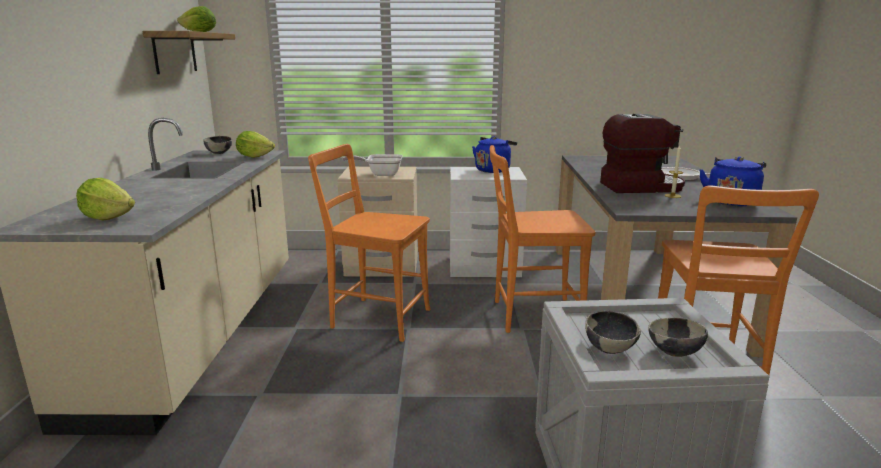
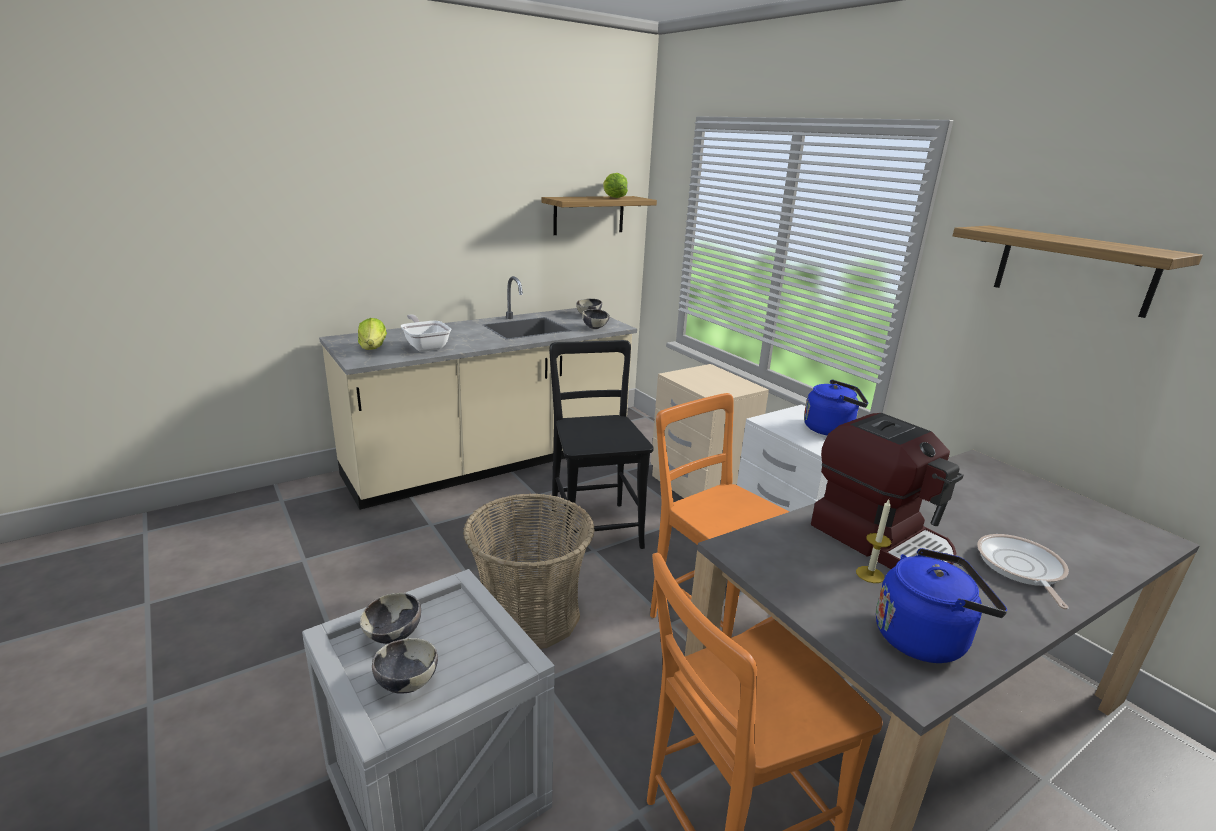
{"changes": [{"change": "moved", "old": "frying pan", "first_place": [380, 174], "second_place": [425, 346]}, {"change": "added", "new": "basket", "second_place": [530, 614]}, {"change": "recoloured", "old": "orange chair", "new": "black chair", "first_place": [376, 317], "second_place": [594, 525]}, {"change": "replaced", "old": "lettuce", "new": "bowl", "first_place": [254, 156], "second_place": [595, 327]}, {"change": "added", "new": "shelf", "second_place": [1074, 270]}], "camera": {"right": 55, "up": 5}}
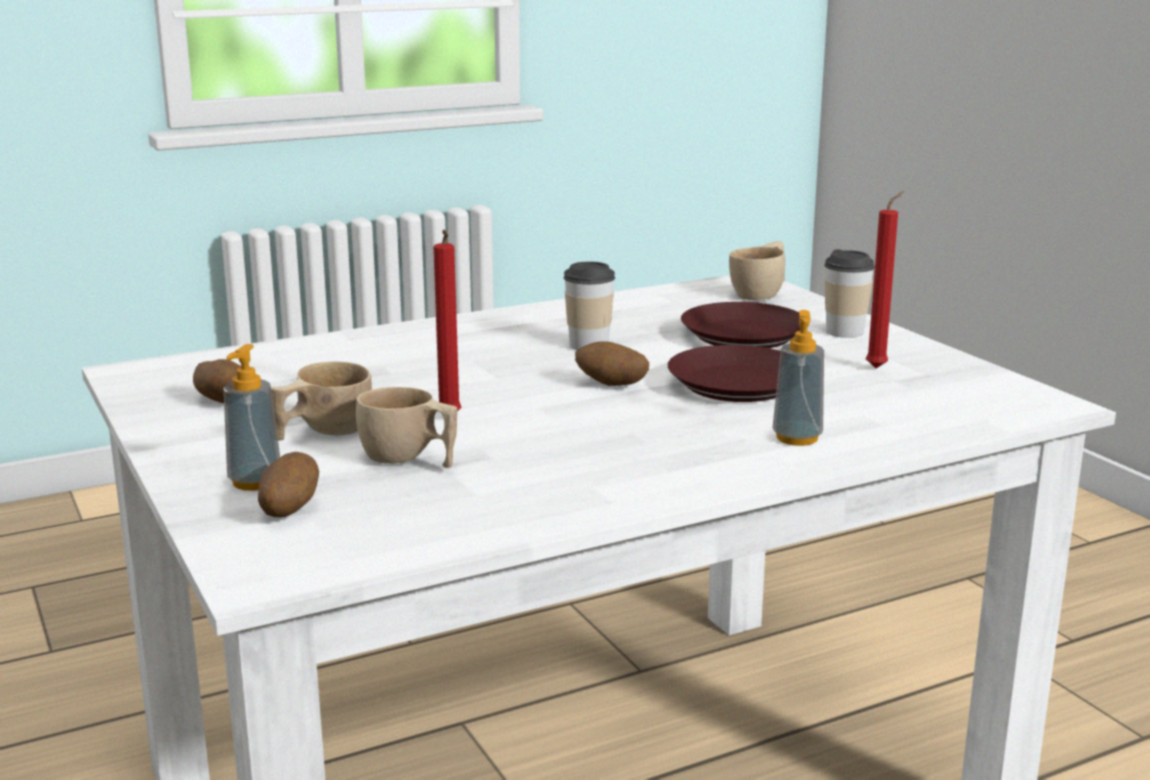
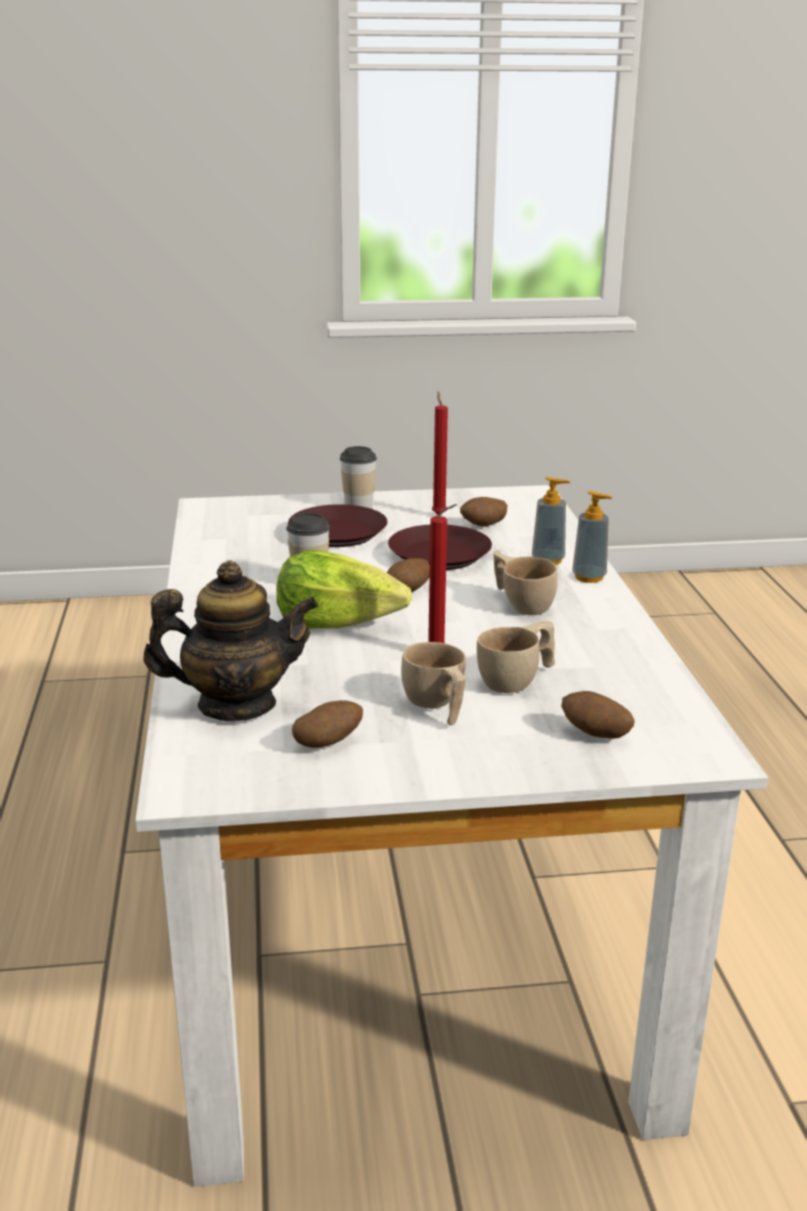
{"changes": [{"change": "added", "new": "teapot", "second_place": [236, 705]}, {"change": "added", "new": "lettuce", "second_place": [338, 623]}, {"change": "added", "new": "potato", "second_place": [483, 526]}, {"change": "moved", "old": "beige cup", "first_place": [762, 293], "second_place": [521, 603]}, {"change": "moved", "old": "soap dispenser", "first_place": [255, 482], "second_place": [589, 577]}], "camera": {"right": -70, "up": 5}}
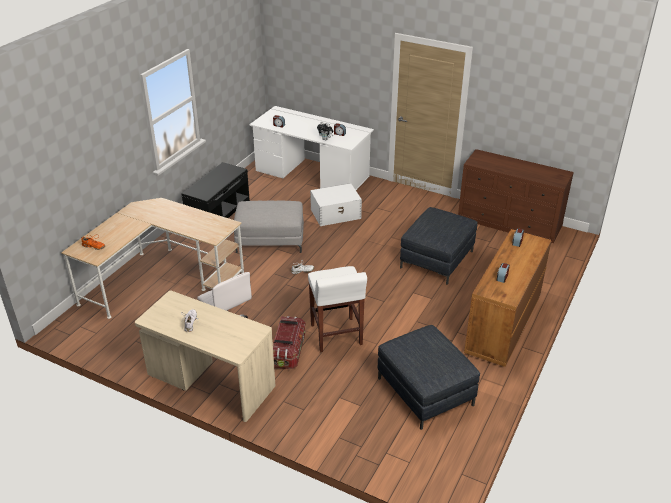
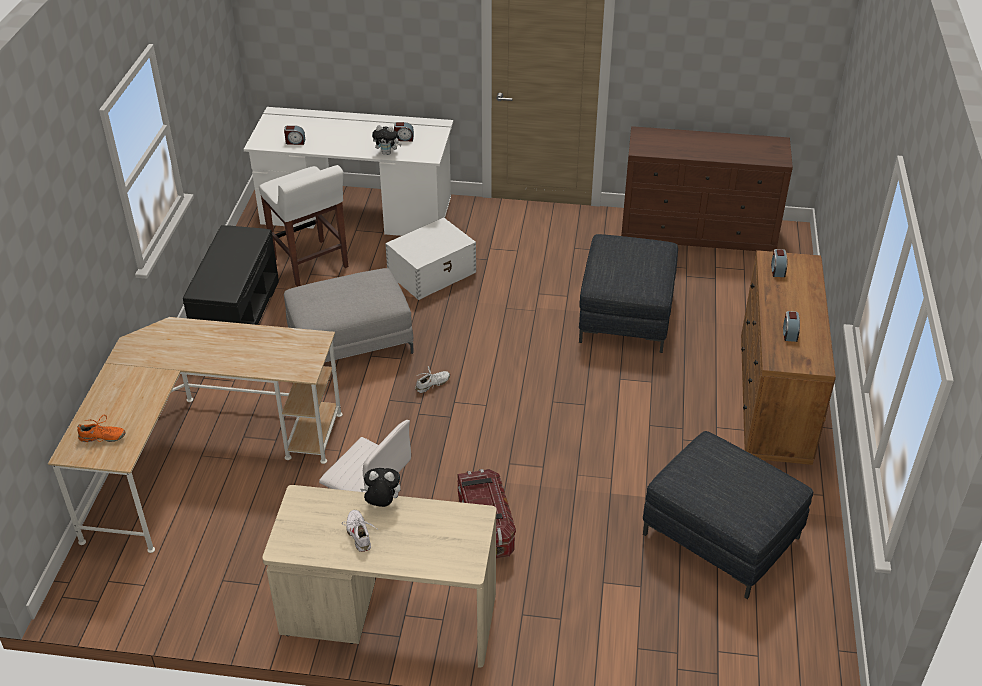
{"changes": [{"change": "moved", "old": "white stool", "first_place": [336, 335], "second_place": [310, 264]}, {"change": "added", "new": "plush toy", "second_place": [382, 503]}], "camera": {"right": -20, "up": 5}}
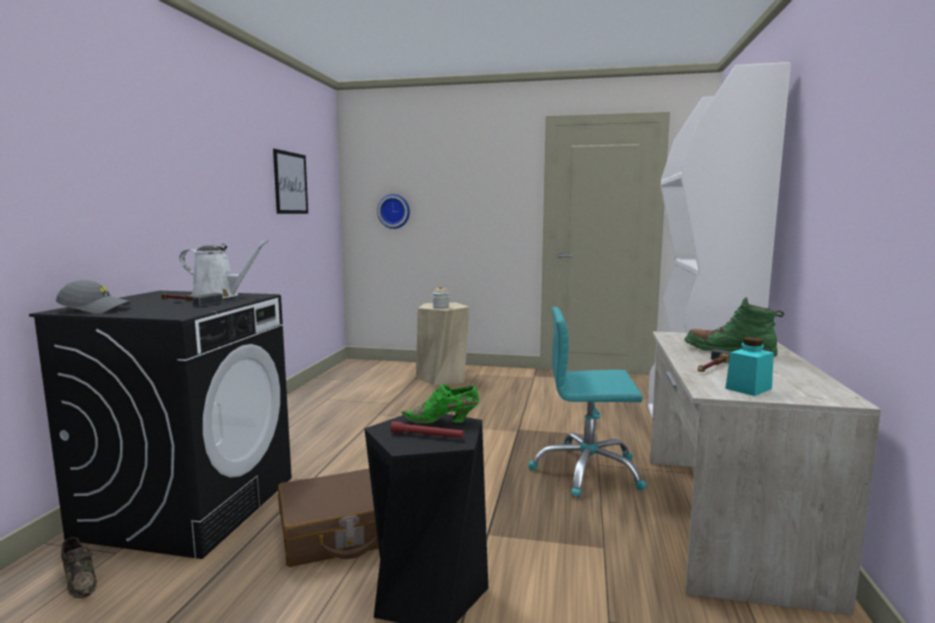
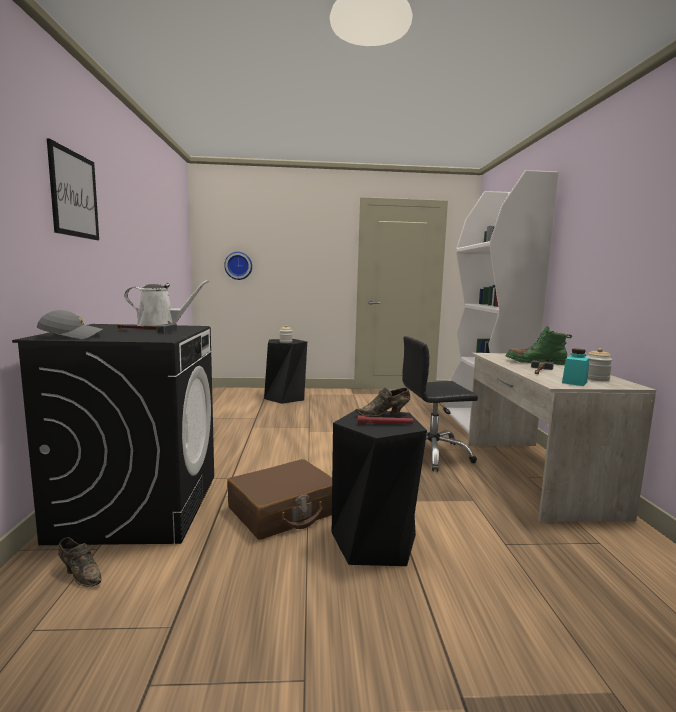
{"changes": [{"change": "moved", "old": "picture", "first_place": [290, 183], "second_place": [74, 194]}, {"change": "recoloured", "old": "beige stool", "new": "black stool", "first_place": [442, 377], "second_place": [285, 397]}, {"change": "recoloured", "old": "green shoe", "new": "brown shoe", "first_place": [443, 421], "second_place": [384, 415]}, {"change": "recoloured", "old": "turquoise office chair", "new": "black office chair", "first_place": [587, 471], "second_place": [432, 454]}, {"change": "added", "new": "jar", "second_place": [596, 379]}], "camera": {"right": -15, "up": 0}}
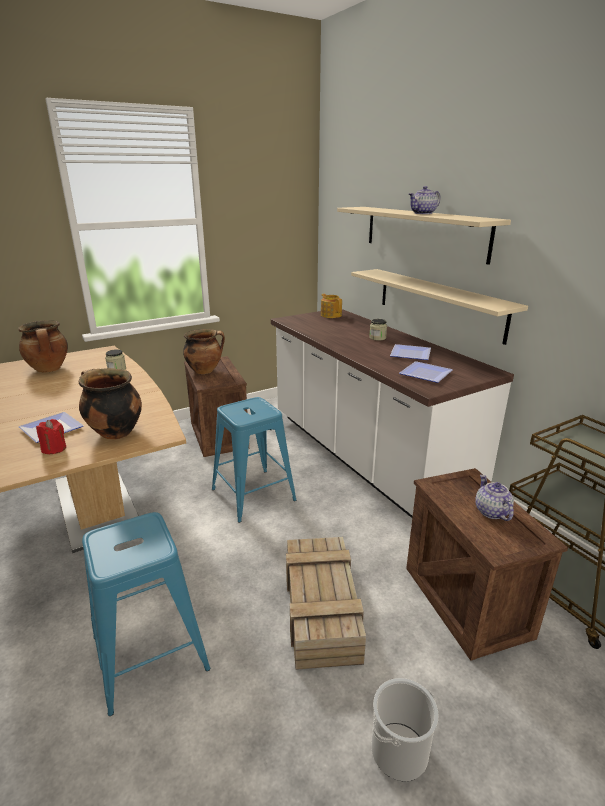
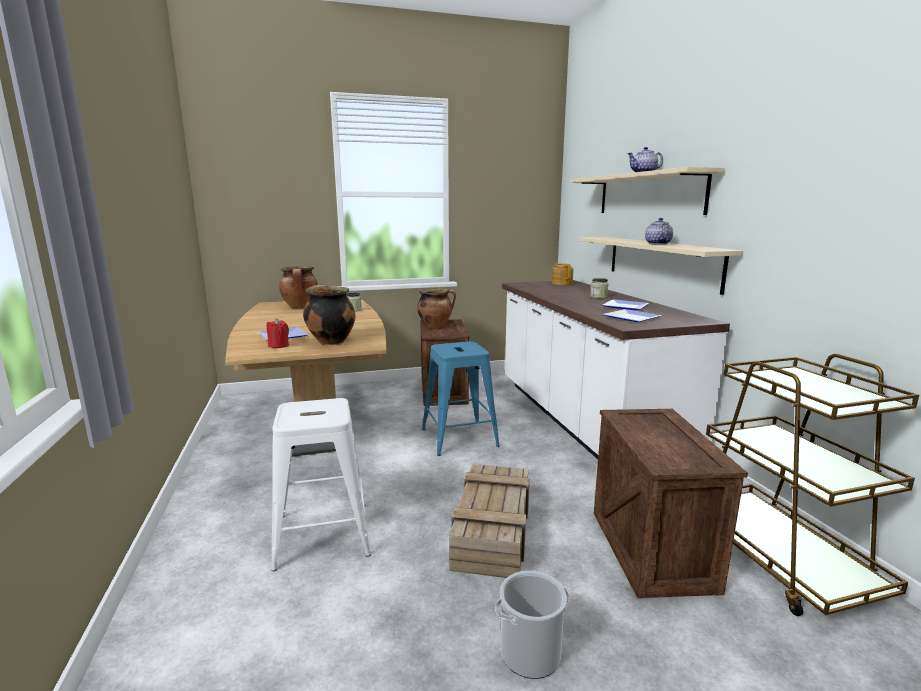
{"changes": [{"change": "recoloured", "old": "blue stool", "new": "white stool", "first_place": [150, 652], "second_place": [323, 534]}, {"change": "moved", "old": "teapot", "first_place": [491, 511], "second_place": [657, 244]}], "camera": {"right": 15, "up": -10}}
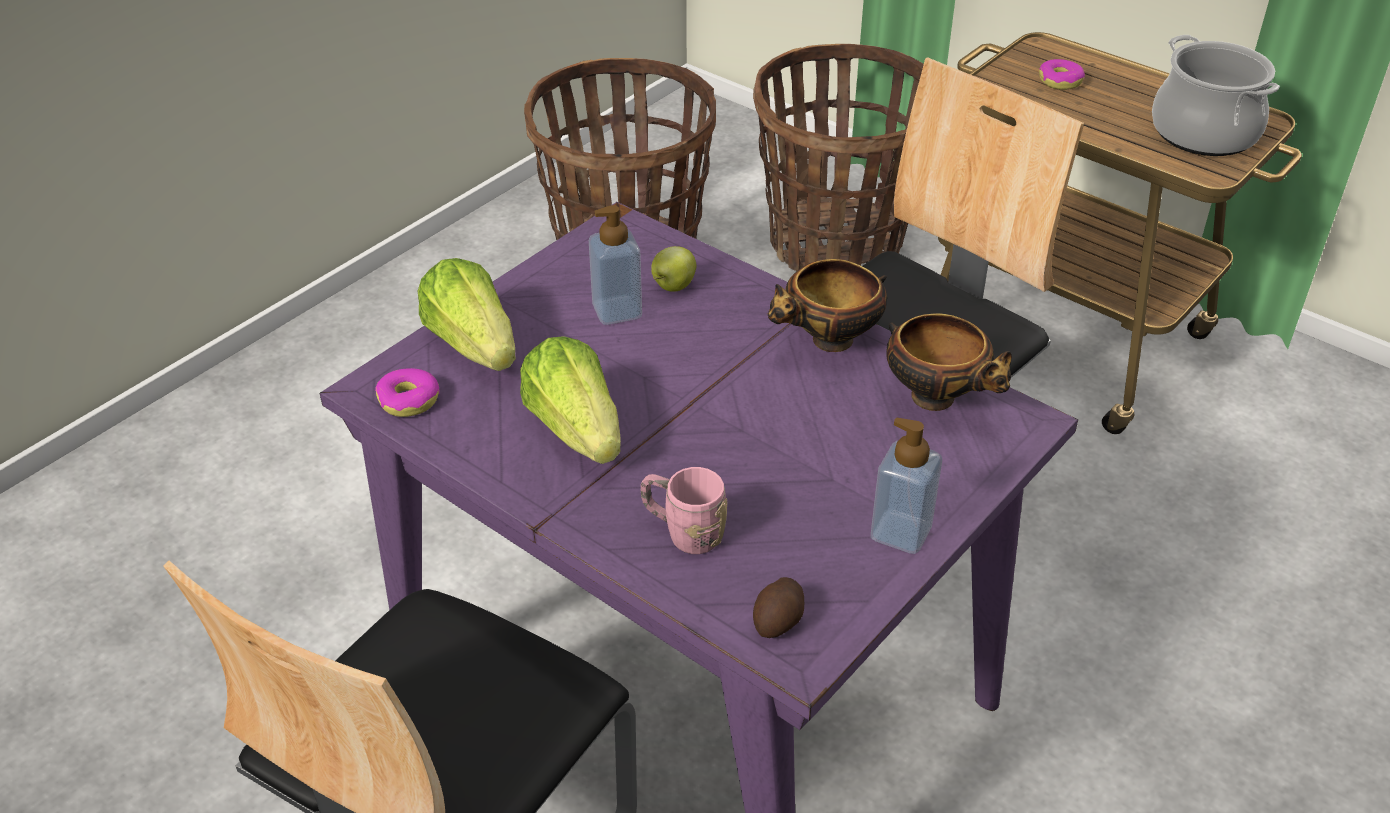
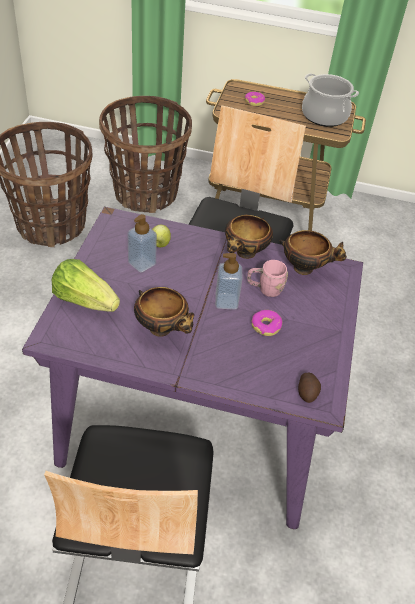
{"changes": [{"change": "replaced", "old": "lettuce", "new": "bowl", "first_place": [576, 429], "second_place": [162, 329]}, {"change": "moved", "old": "soap dispenser", "first_place": [901, 532], "second_place": [226, 301]}, {"change": "moved", "old": "pink mug", "first_place": [684, 532], "second_place": [265, 289]}, {"change": "moved", "old": "donut", "first_place": [409, 400], "second_place": [266, 326]}], "camera": {"right": -30, "up": 5}}
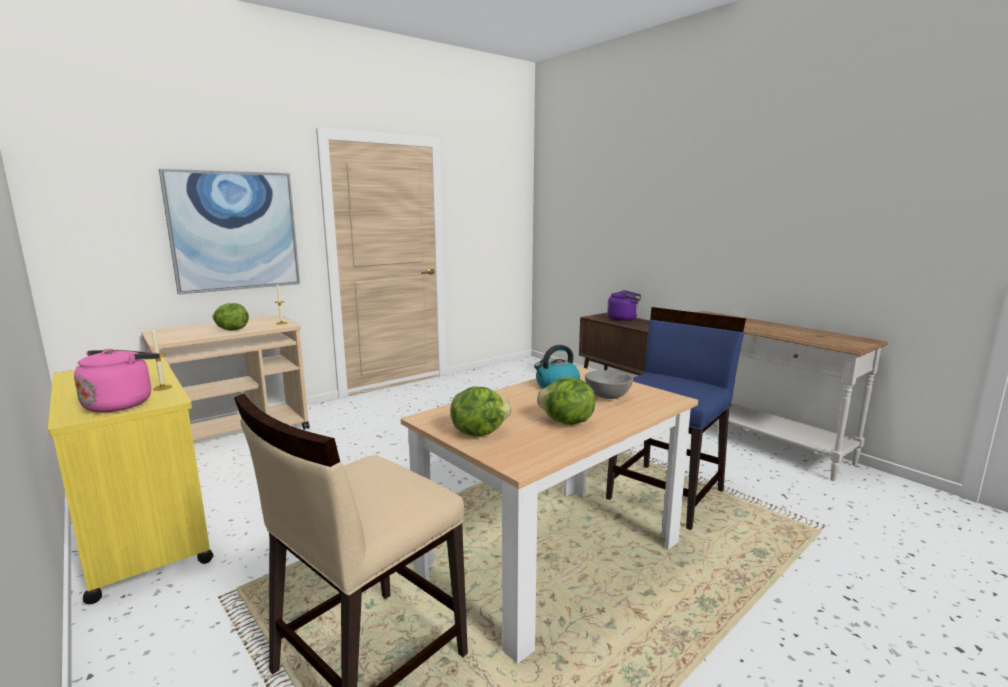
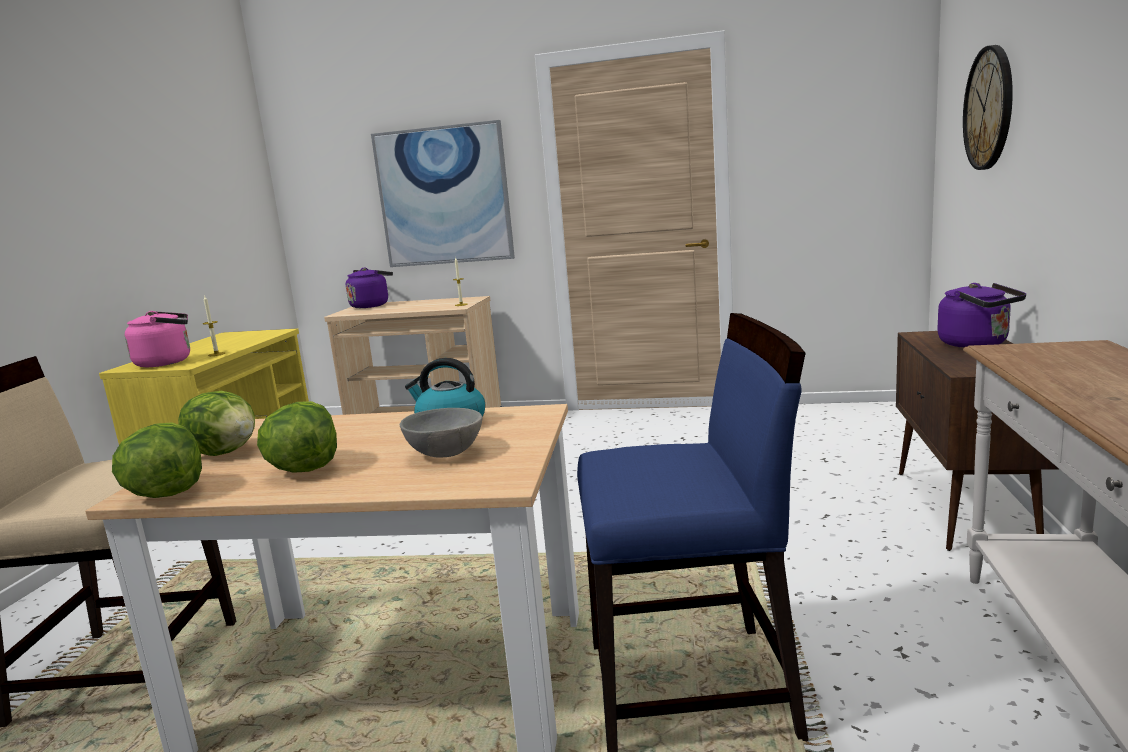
{"changes": [{"change": "moved", "old": "lettuce", "first_place": [231, 330], "second_place": [166, 494]}, {"change": "added", "new": "purple kettle", "second_place": [371, 305]}, {"change": "added", "new": "wall clock", "second_place": [989, 108]}], "camera": {"right": 50, "up": 0}}
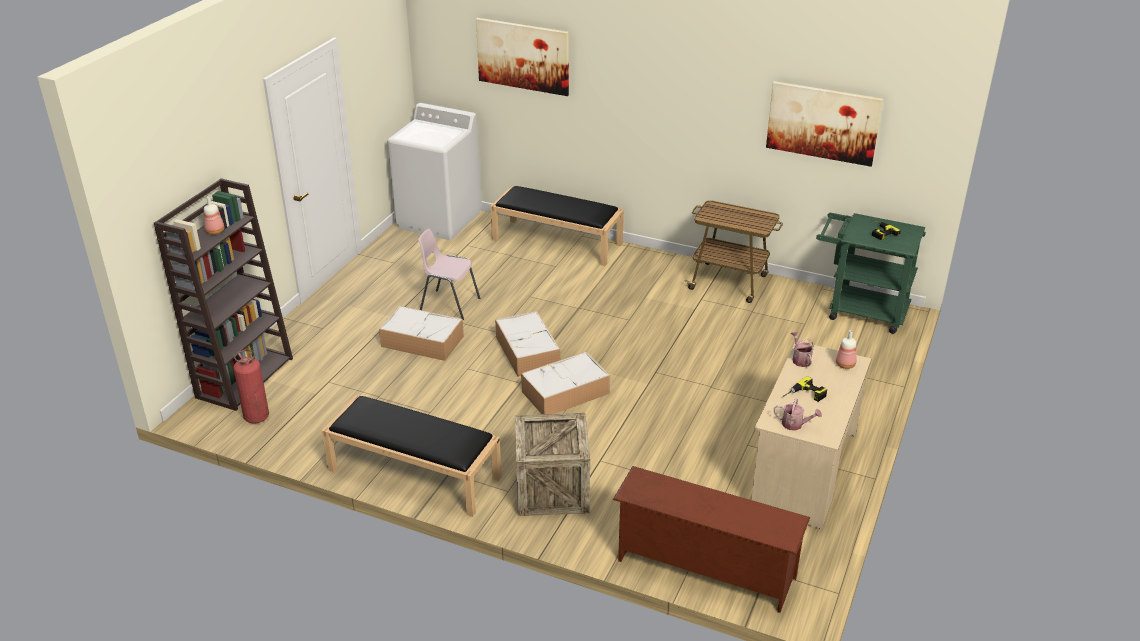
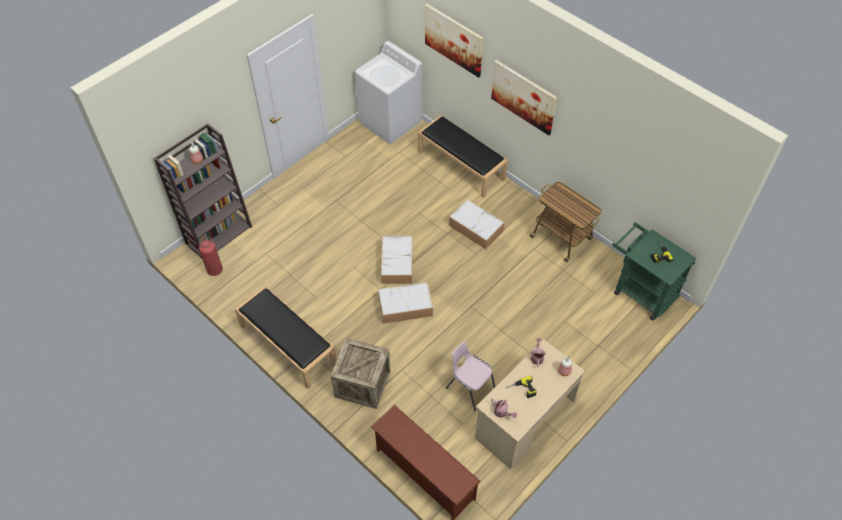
{"changes": [{"change": "moved", "old": "pink chair", "first_place": [449, 304], "second_place": [469, 387]}, {"change": "moved", "old": "storage box", "first_place": [423, 341], "second_place": [476, 228]}, {"change": "moved", "old": "picture", "first_place": [823, 123], "second_place": [523, 97]}], "camera": {"right": 20, "up": 20}}
